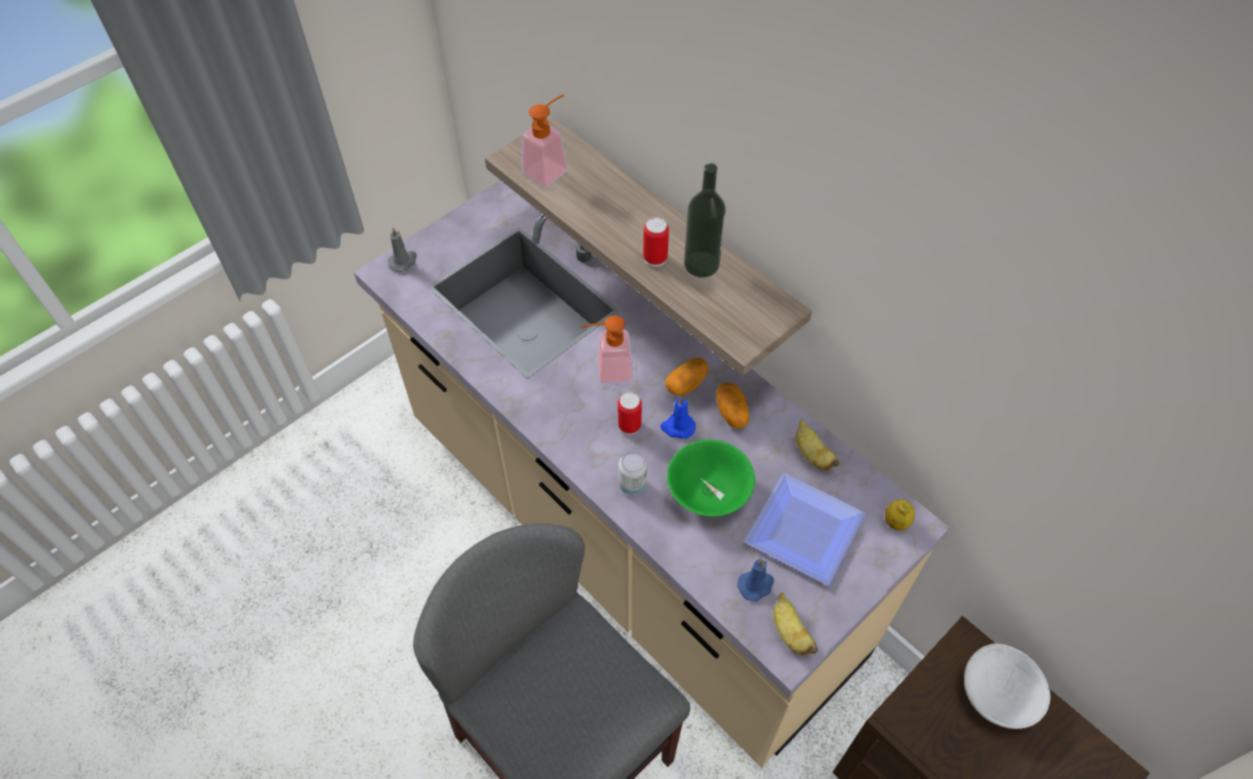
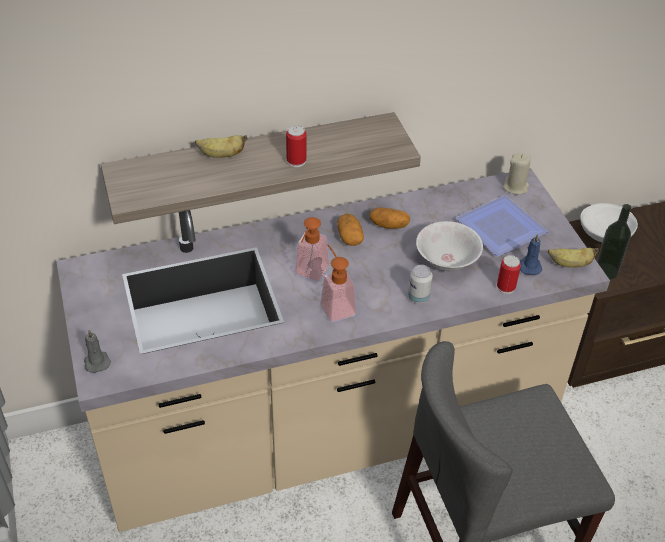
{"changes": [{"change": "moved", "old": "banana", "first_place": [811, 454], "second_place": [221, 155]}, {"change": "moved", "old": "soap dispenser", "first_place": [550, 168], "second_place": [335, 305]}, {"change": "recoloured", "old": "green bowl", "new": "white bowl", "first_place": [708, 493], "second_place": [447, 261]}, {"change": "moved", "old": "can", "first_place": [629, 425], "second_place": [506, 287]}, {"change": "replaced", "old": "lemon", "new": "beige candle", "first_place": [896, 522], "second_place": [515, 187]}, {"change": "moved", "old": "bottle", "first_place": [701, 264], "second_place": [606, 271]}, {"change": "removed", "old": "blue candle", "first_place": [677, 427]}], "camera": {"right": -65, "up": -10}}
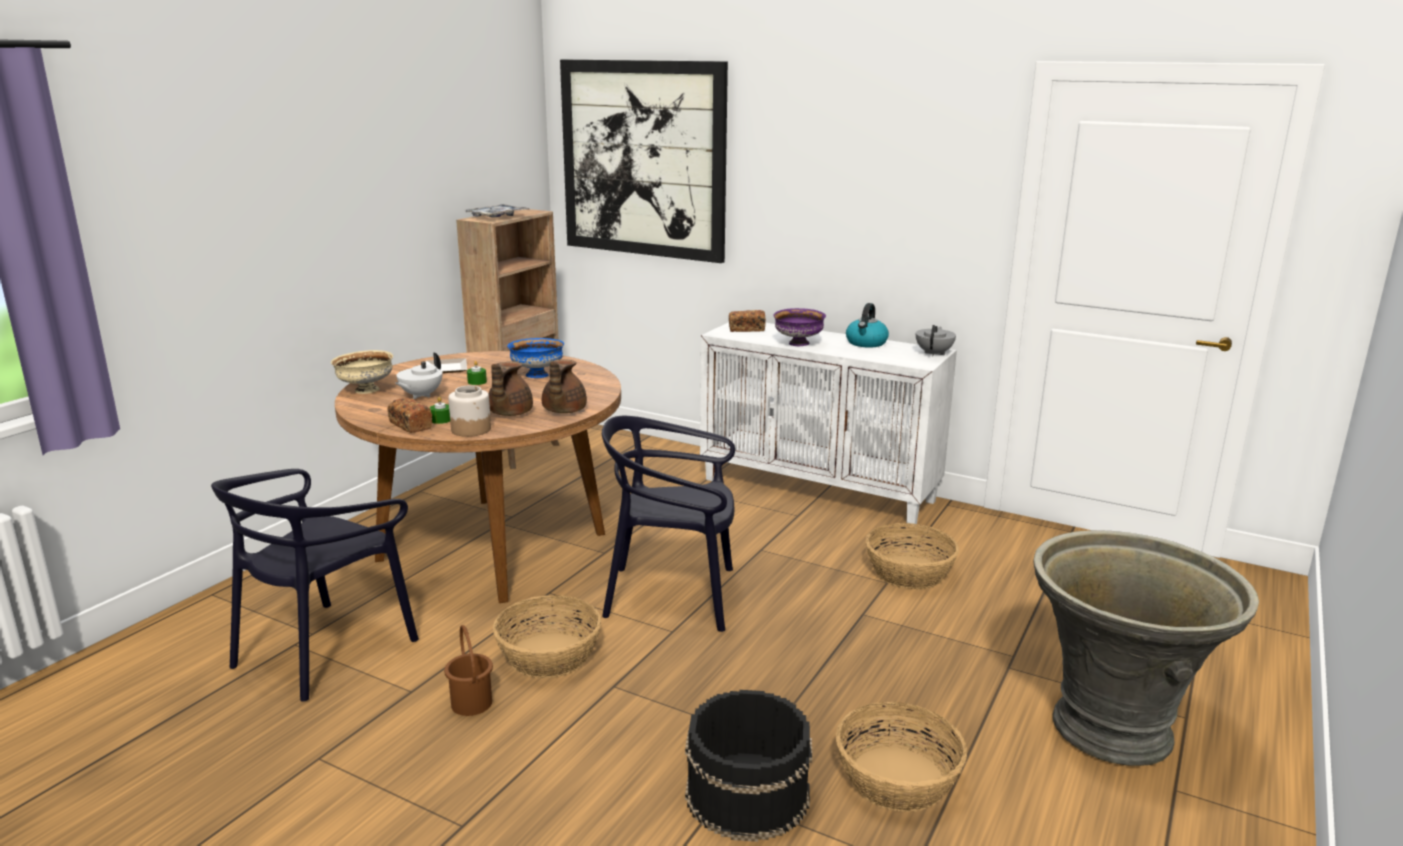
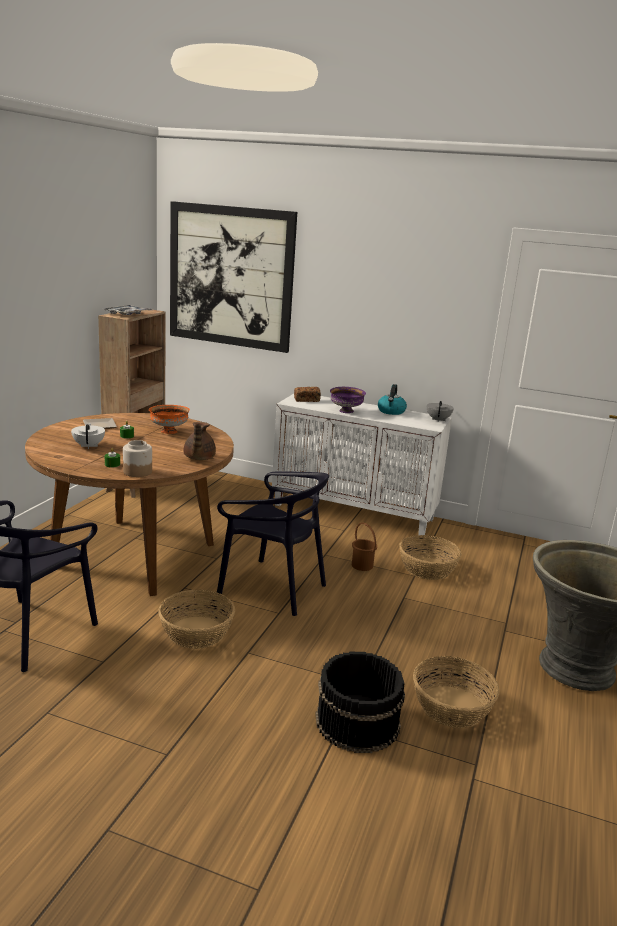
{"changes": [{"change": "turned", "old": "white teapot", "first_place": [420, 395], "second_place": [89, 446], "degrees": 150}, {"change": "recoloured", "old": "blue bowl", "new": "orange bowl", "first_place": [536, 375], "second_place": [168, 431]}, {"change": "turned", "old": "black chair", "first_place": [672, 596], "second_place": [272, 588], "degrees": -150}, {"change": "moved", "old": "brown bucket", "first_place": [472, 703], "second_place": [362, 565]}, {"change": "removed", "old": "beige bowl", "first_place": [365, 390]}, {"change": "removed", "old": "bread", "first_place": [410, 425]}, {"change": "removed", "old": "brown teapot", "first_place": [509, 413]}], "camera": {"right": -10, "up": 0}}
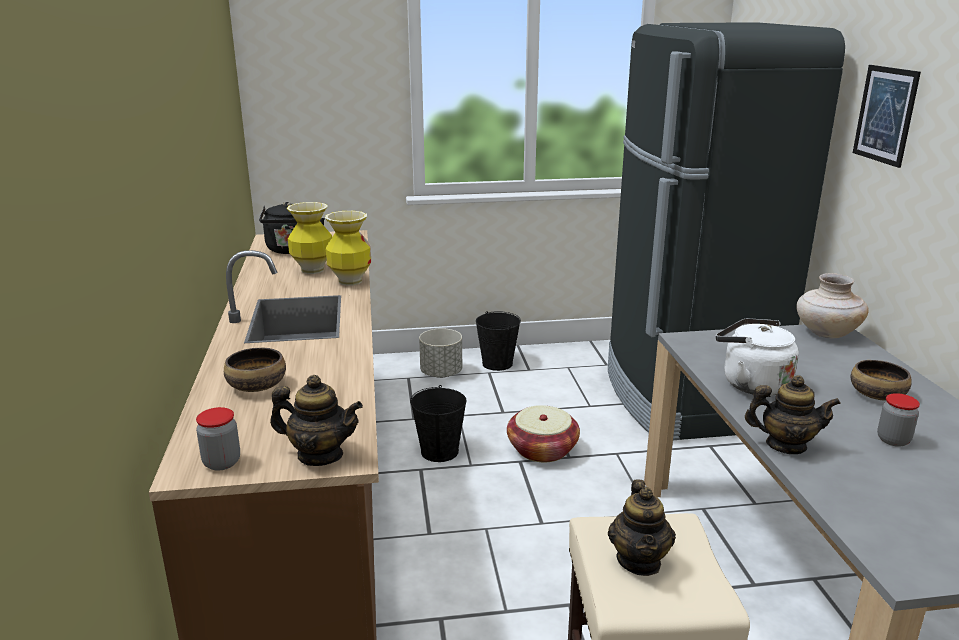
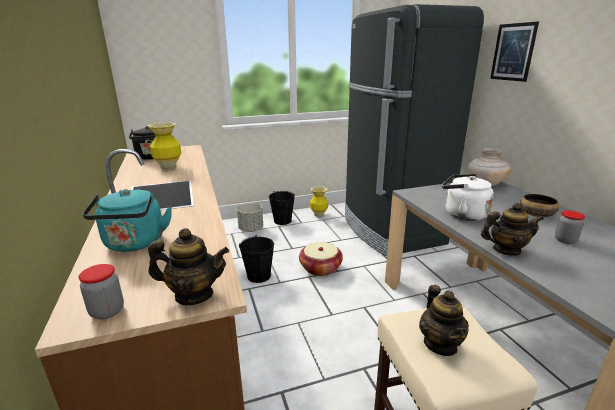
{"changes": [{"change": "replaced", "old": "bowl", "new": "turquoise kettle", "first_place": [256, 386], "second_place": [134, 244]}, {"change": "moved", "old": "vase", "first_place": [350, 281], "second_place": [318, 214]}], "camera": {"right": -10, "up": 0}}
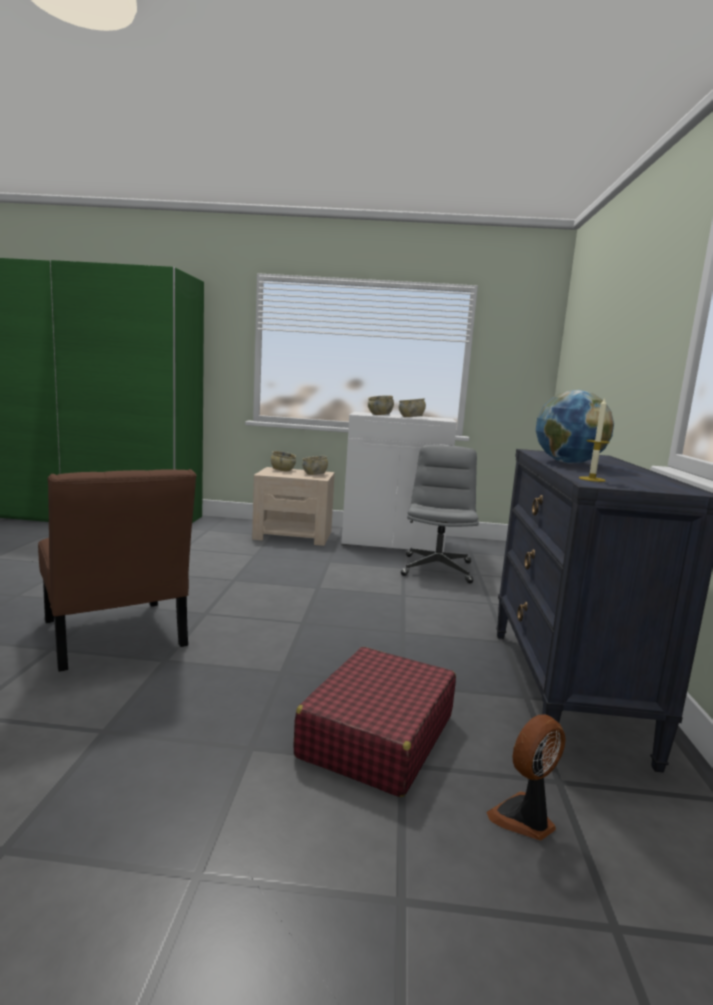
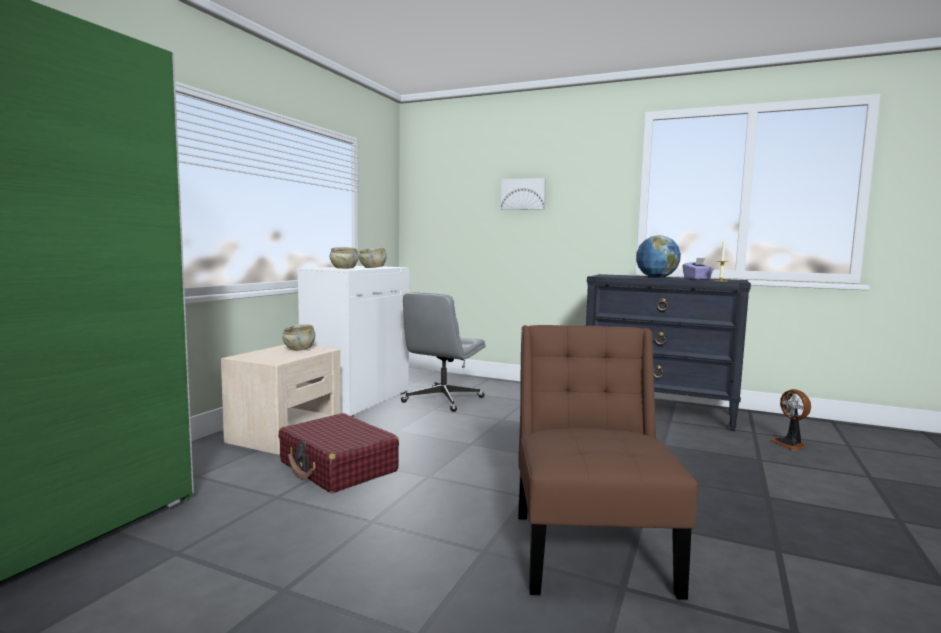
{"changes": [{"change": "moved", "old": "red suitcase", "first_place": [376, 736], "second_place": [338, 467]}, {"change": "turned", "old": "grey office chair", "first_place": [437, 568], "second_place": [443, 400], "degrees": -90}, {"change": "added", "new": "picture", "second_place": [523, 194]}, {"change": "turned", "old": "brown chair", "first_place": [115, 638], "second_place": [590, 546], "degrees": -75}, {"change": "added", "new": "purple tissue box", "second_place": [697, 279]}, {"change": "removed", "old": "beige bowl", "first_place": [282, 470]}], "camera": {"right": -70, "up": -5}}
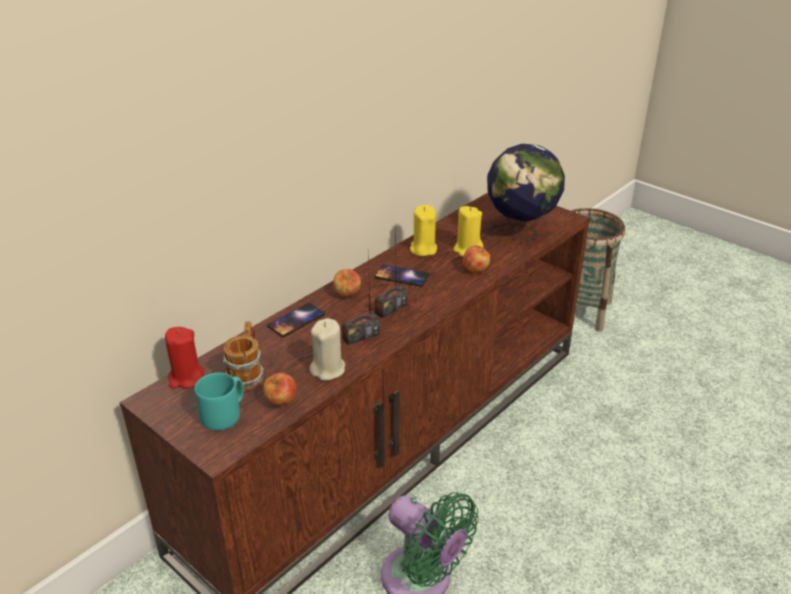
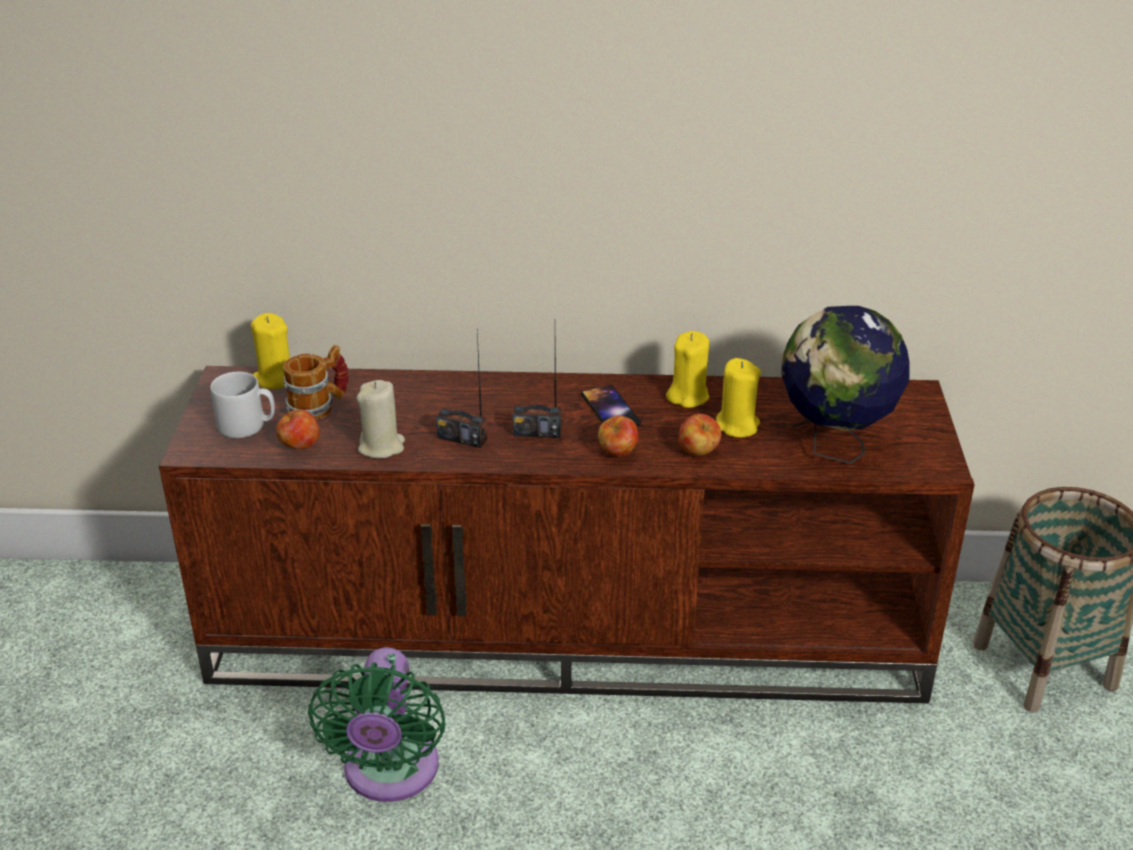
{"changes": [{"change": "recoloured", "old": "turquoise mug", "new": "grey mug", "first_place": [224, 415], "second_place": [247, 426]}, {"change": "recoloured", "old": "red candle", "new": "yellow candle", "first_place": [186, 378], "second_place": [275, 378]}, {"change": "moved", "old": "apple", "first_place": [347, 295], "second_place": [618, 453]}, {"change": "removed", "old": "phone", "first_place": [296, 320]}], "camera": {"right": 50, "up": 0}}
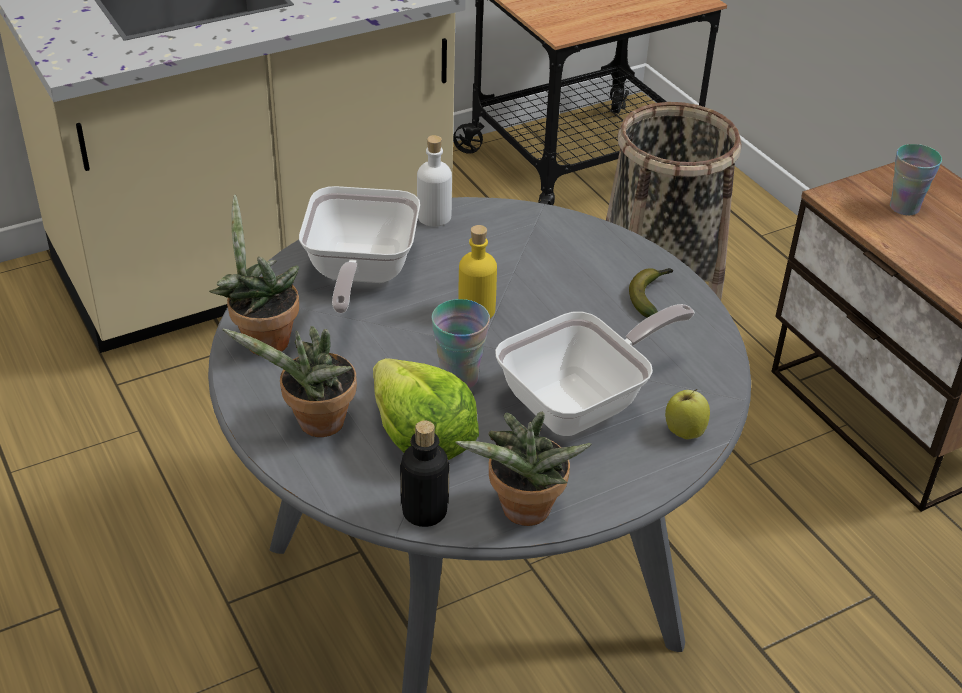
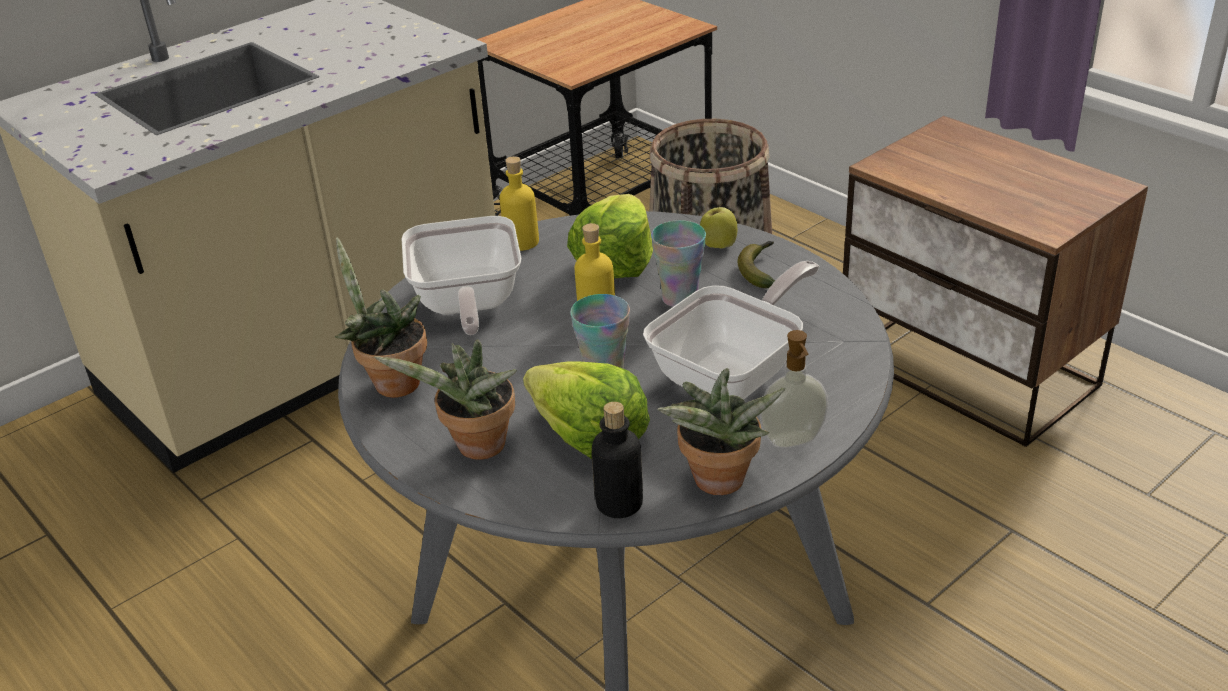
{"changes": [{"change": "recoloured", "old": "white bottle", "new": "yellow bottle", "first_place": [434, 217], "second_place": [521, 242]}, {"change": "added", "new": "lettuce", "second_place": [614, 262]}, {"change": "moved", "old": "cup", "first_place": [904, 207], "second_place": [679, 298]}, {"change": "moved", "old": "apple", "first_place": [684, 431], "second_place": [718, 245]}, {"change": "added", "new": "soap dispenser", "second_place": [793, 441]}], "camera": {"right": -10, "up": -5}}
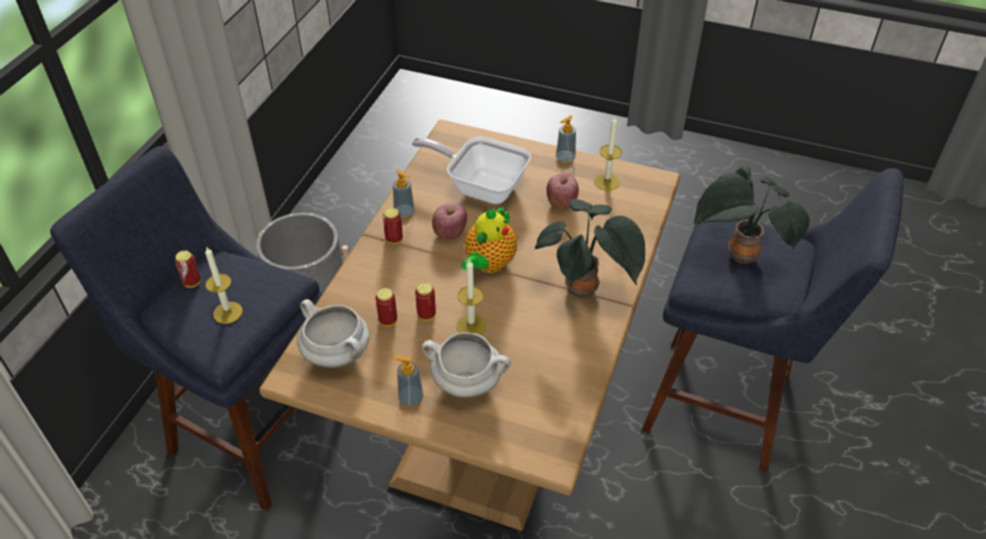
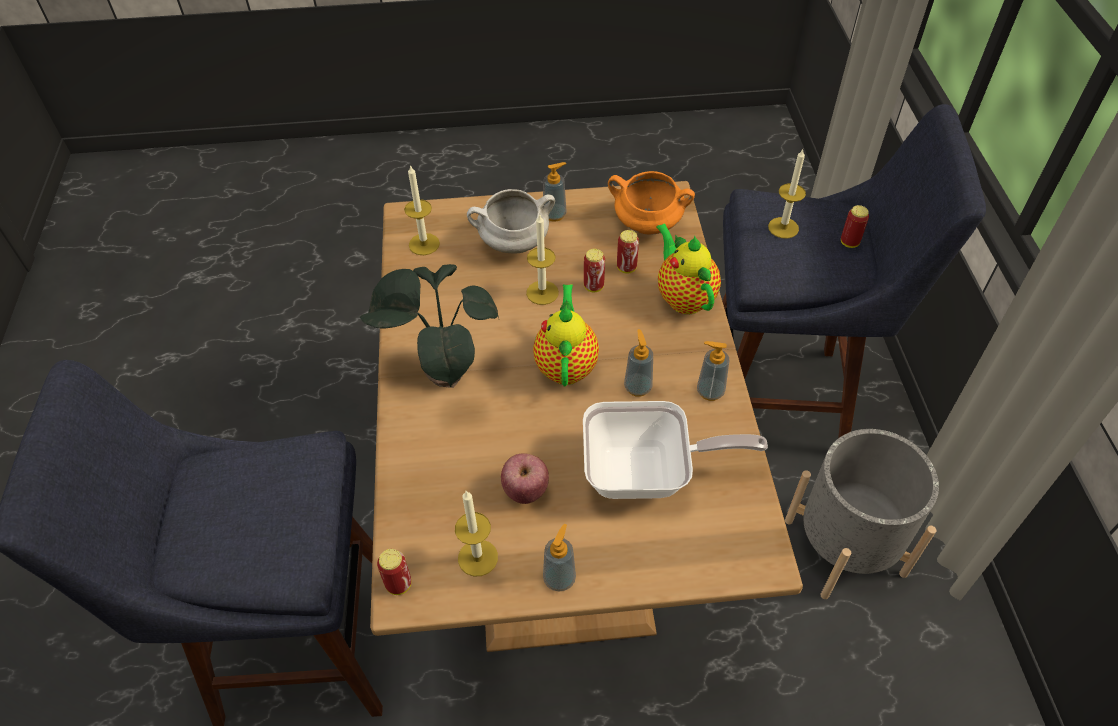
{"changes": [{"change": "moved", "old": "can", "first_place": [394, 239], "second_place": [398, 584]}, {"change": "added", "new": "candle", "second_place": [424, 244]}, {"change": "recoloured", "old": "white cooking pot", "new": "orange cooking pot", "first_place": [338, 354], "second_place": [646, 225]}, {"change": "replaced", "old": "apple", "new": "soap dispenser", "first_place": [449, 233], "second_place": [637, 387]}, {"change": "added", "new": "teapot", "second_place": [683, 297]}, {"change": "removed", "old": "potted plant", "first_place": [738, 256]}], "camera": {"right": 155, "up": 5}}
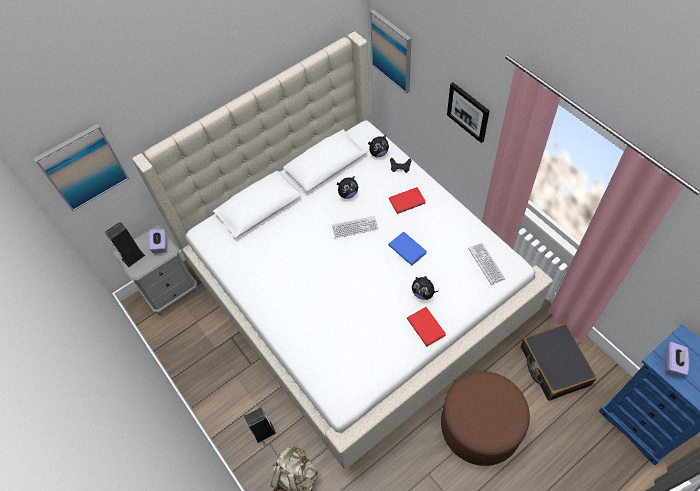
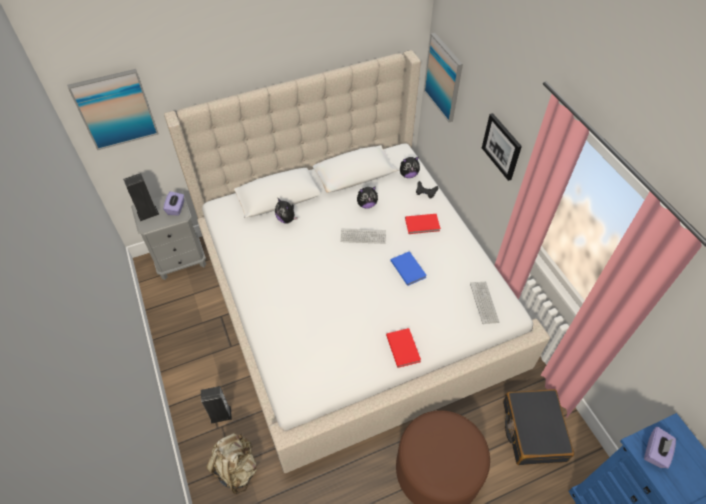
{"changes": [{"change": "moved", "old": "plush toy", "first_place": [423, 293], "second_place": [286, 219]}], "camera": {"right": 10, "up": -5}}
